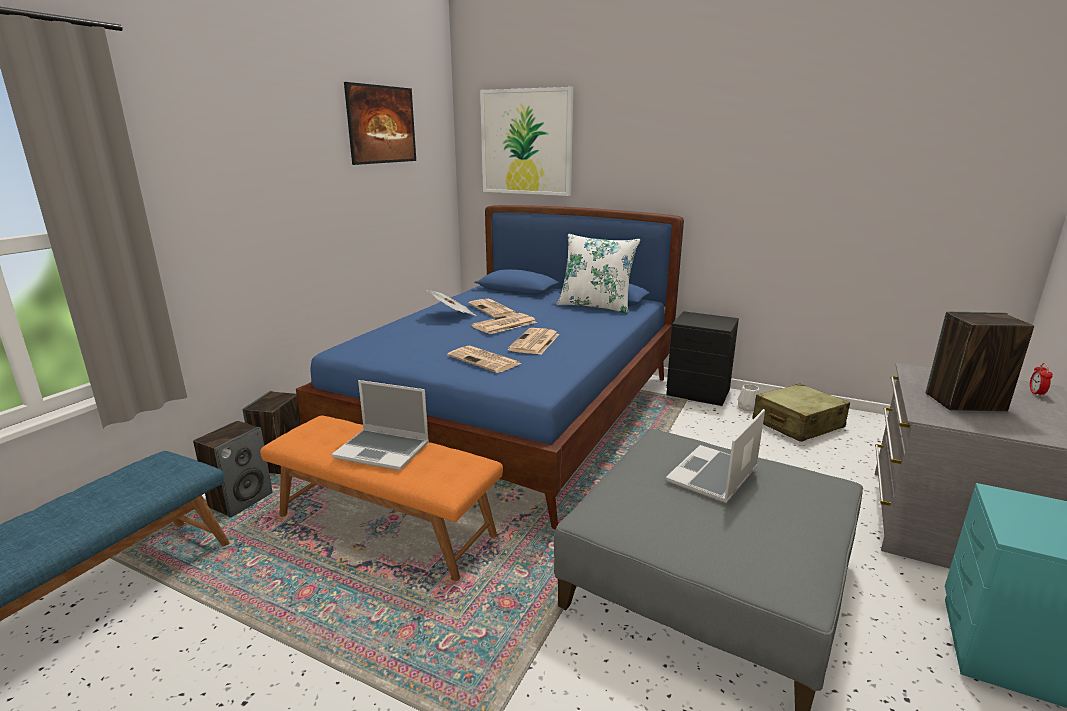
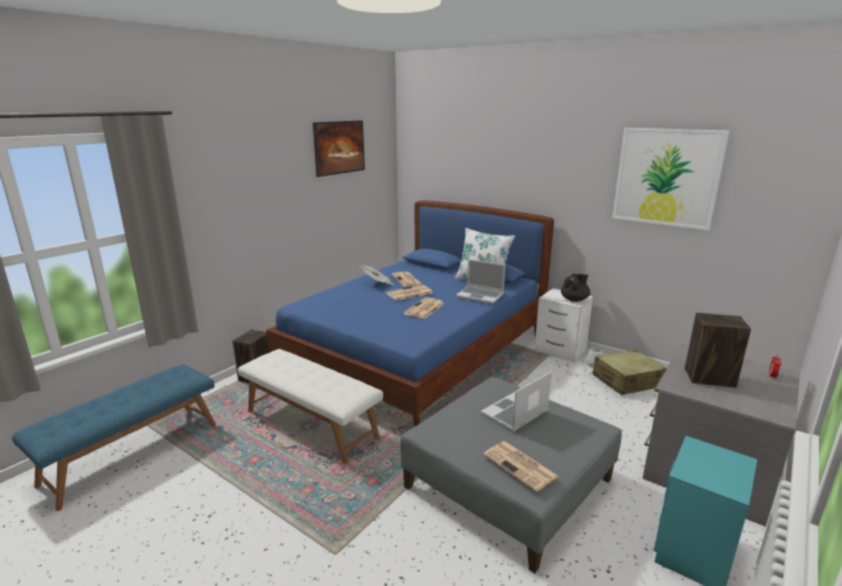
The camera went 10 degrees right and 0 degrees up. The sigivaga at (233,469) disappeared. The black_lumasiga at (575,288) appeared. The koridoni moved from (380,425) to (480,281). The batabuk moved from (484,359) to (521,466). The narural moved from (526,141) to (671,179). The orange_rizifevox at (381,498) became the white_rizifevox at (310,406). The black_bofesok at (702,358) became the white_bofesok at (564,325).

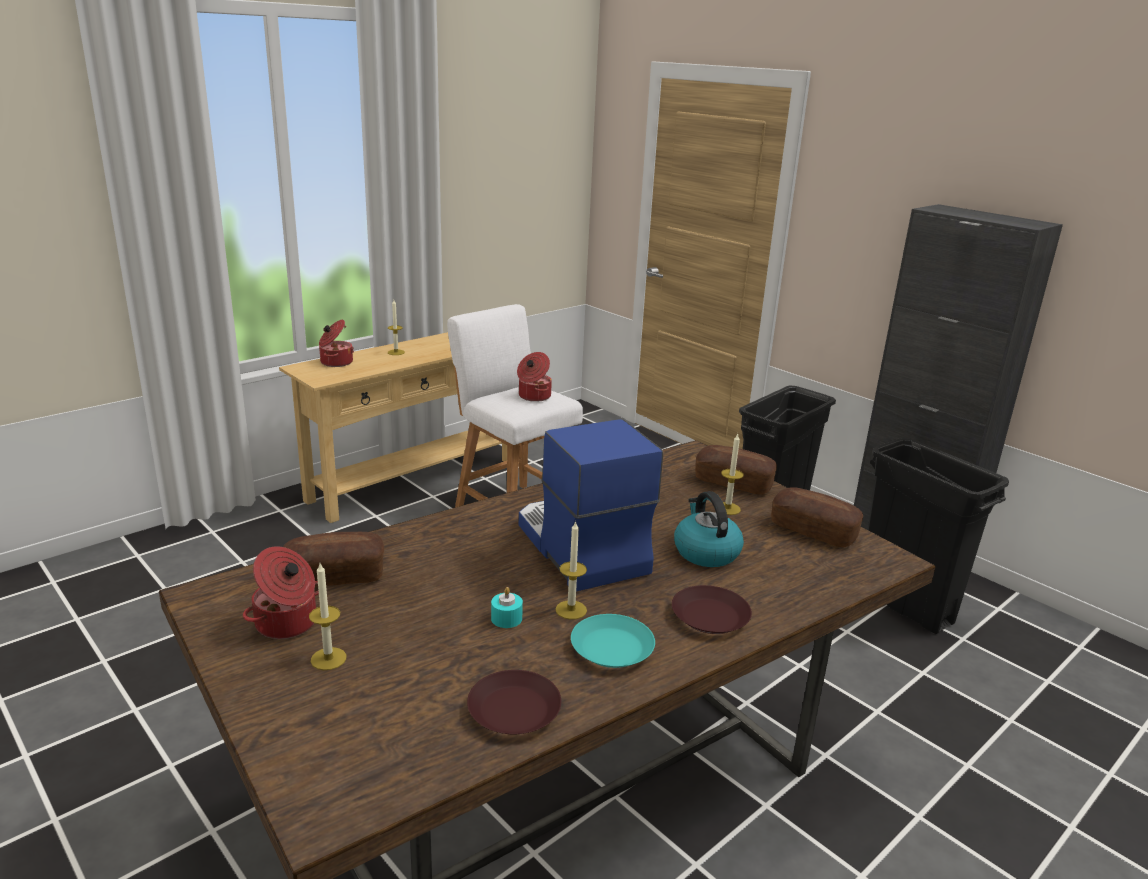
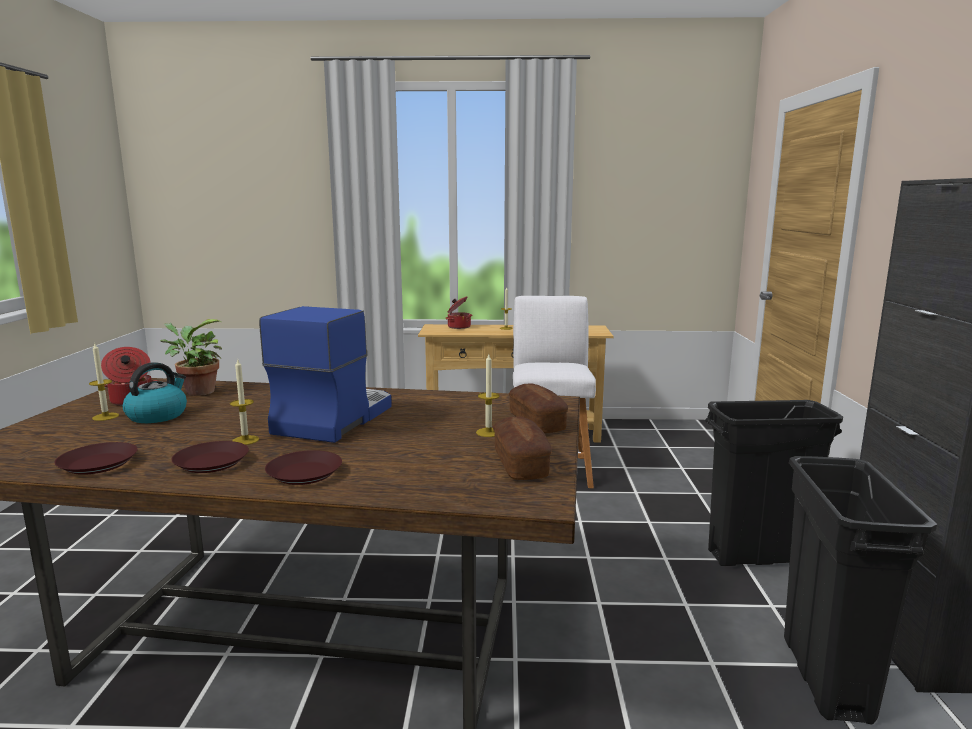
The camera went 45 degrees right and 10 degrees down. The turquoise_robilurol at (507,607) disappeared. The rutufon at (534,377) disappeared. The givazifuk moved from (709,529) to (155,392). The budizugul at (333,559) was replaced by the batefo at (191,357). The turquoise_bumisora at (613,641) became the brown_bumisora at (210,457).

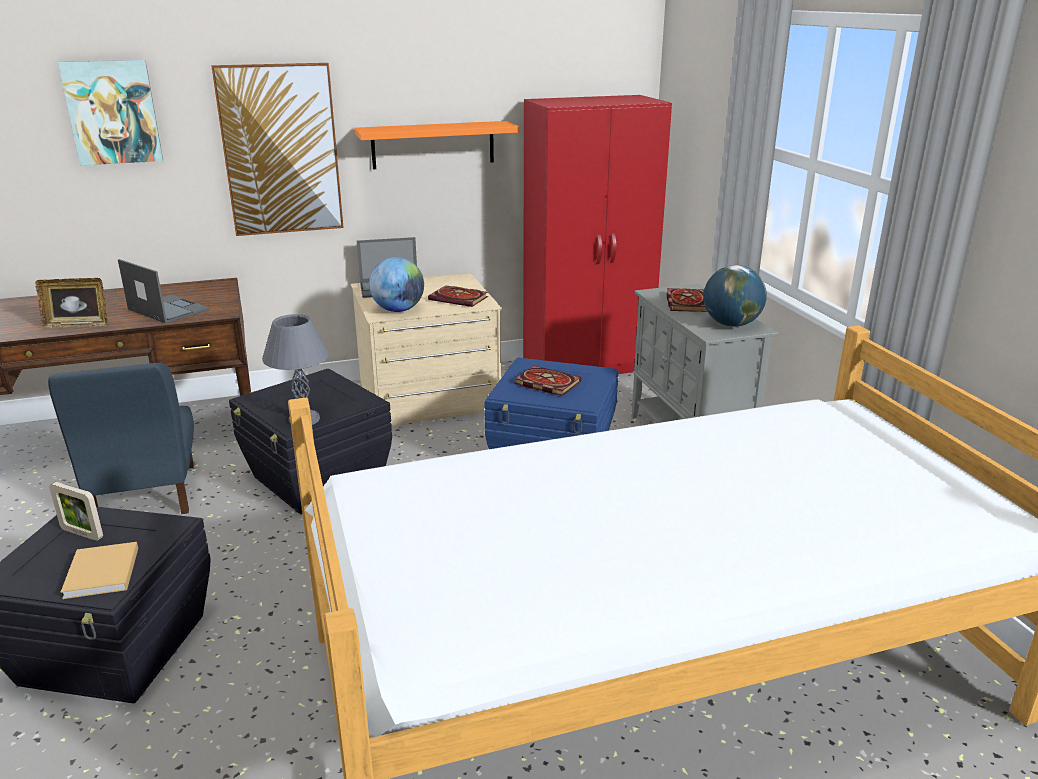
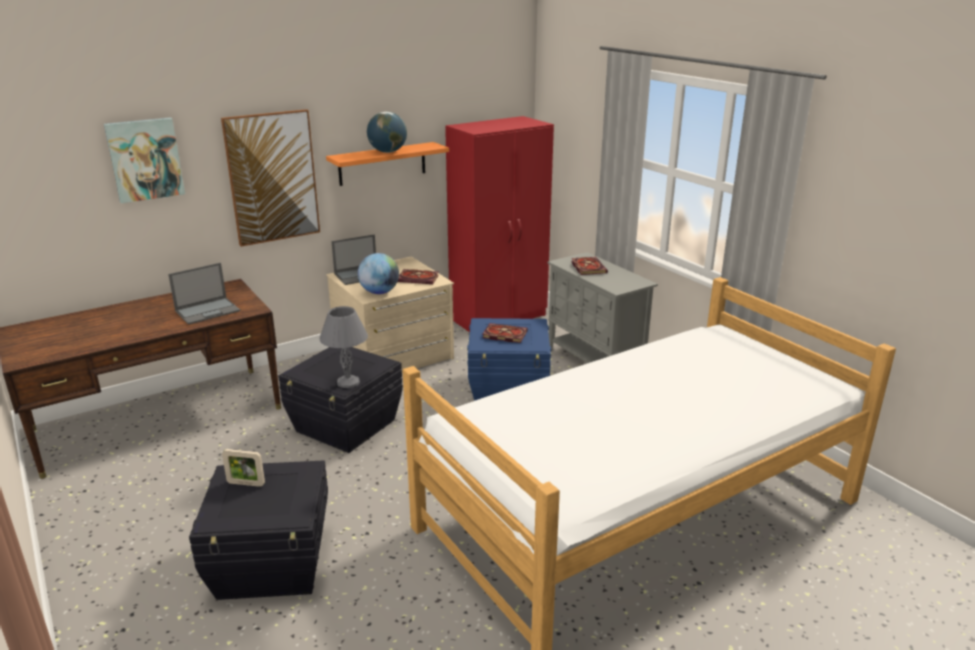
The camera went 15 degrees left and 0 degrees up. The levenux at (72,303) disappeared. The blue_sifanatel at (121,438) disappeared. The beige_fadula at (99,570) disappeared. The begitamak moved from (735,296) to (387,132). The koridoni at (164,291) turned 120 degrees clockwise.

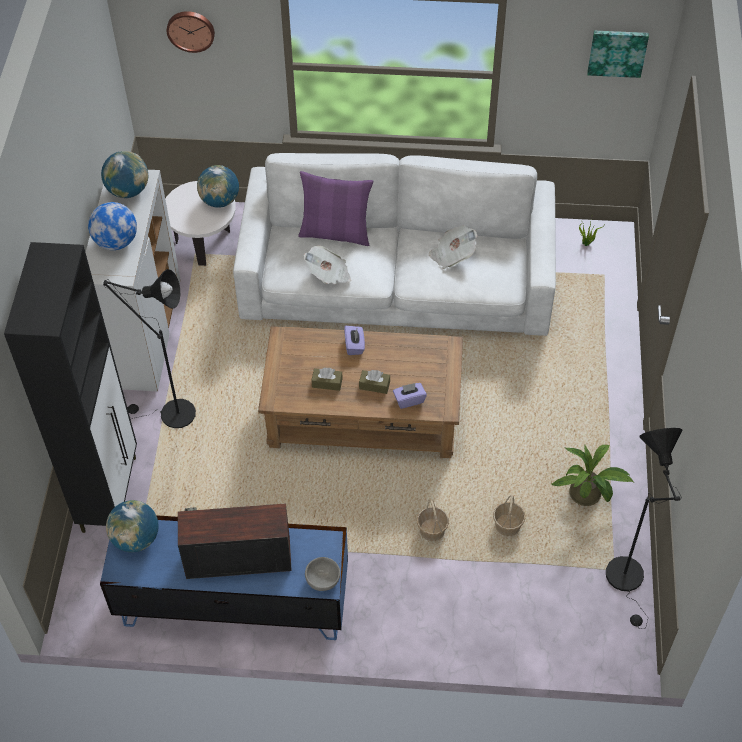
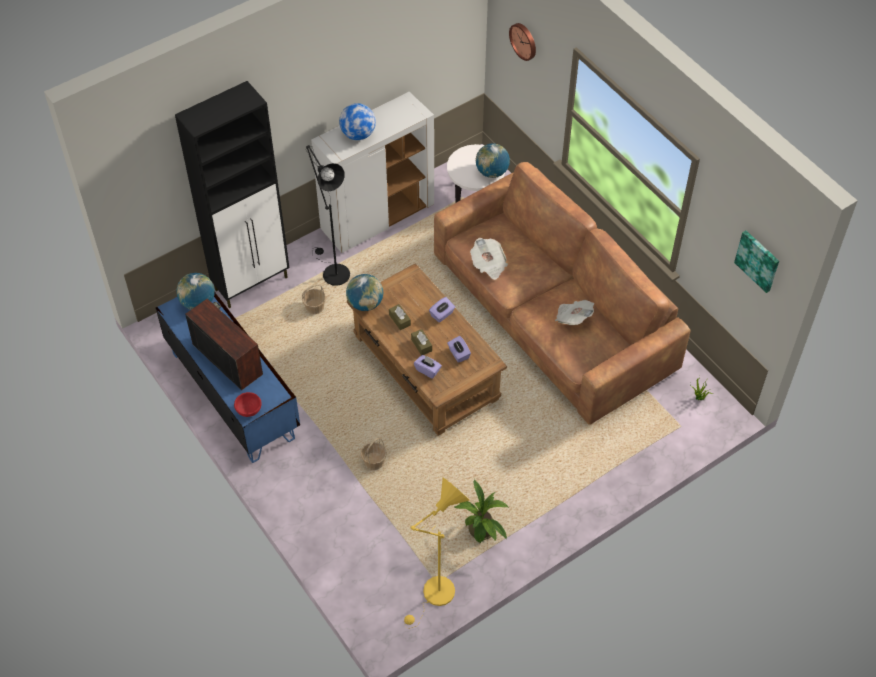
The camera went 50 degrees right and 0 degrees up. The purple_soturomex at (335,208) disappeared. The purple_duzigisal at (459,349) appeared. The begitamak moved from (124,174) to (364,292). The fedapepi moved from (509,515) to (314,299). The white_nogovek at (394,244) became the brown_nogovek at (562,293). The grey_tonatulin at (322,574) became the red_tonatulin at (248,404). The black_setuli at (644,528) became the yellow_setuli at (437,553).

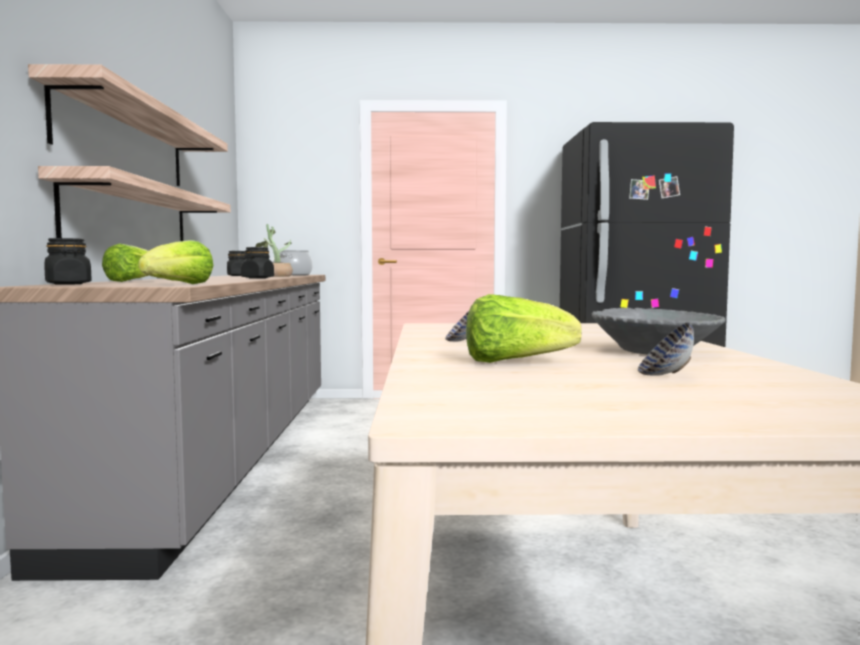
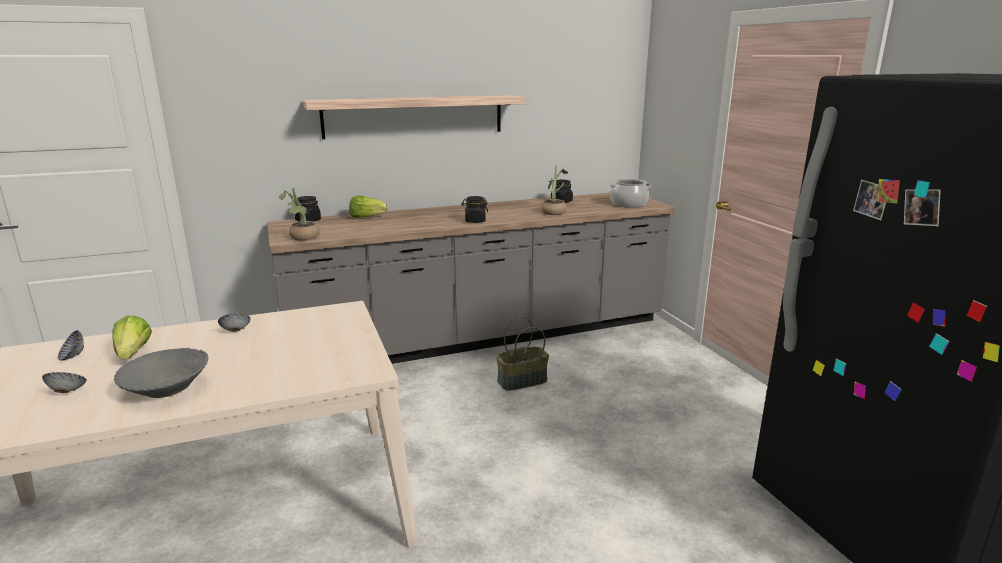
The camera went 70 degrees right and 15 degrees up. The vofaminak at (134,203) disappeared. The tonatulin at (71,345) appeared. The fedapepi at (522,353) appeared. The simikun at (175,262) was replaced by the batefo at (299,214).

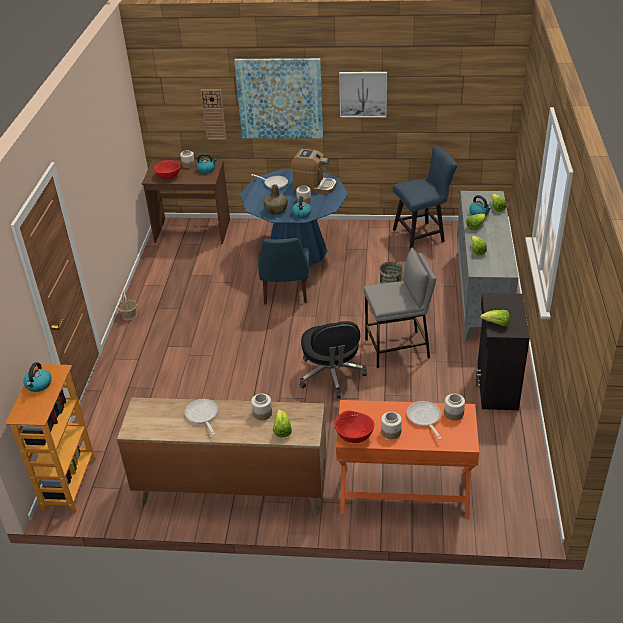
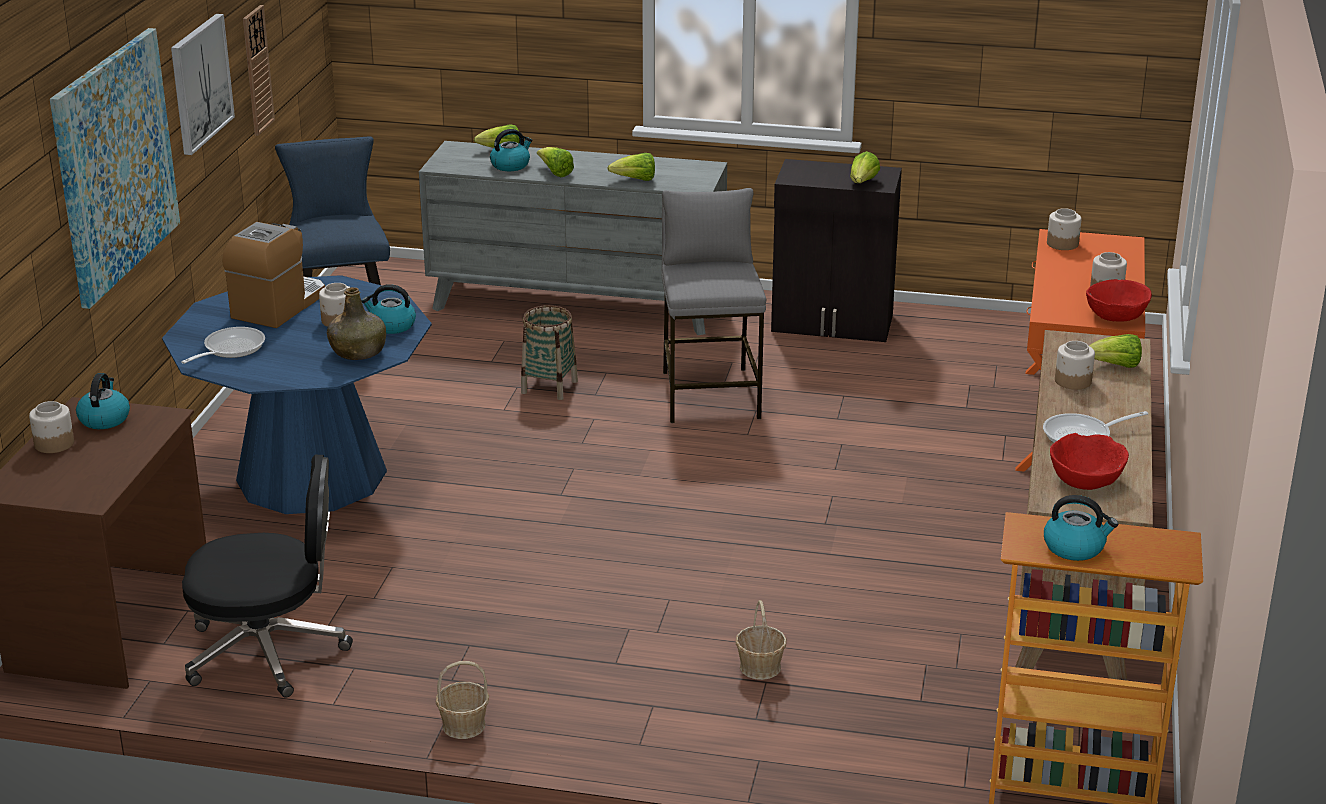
The camera went 85 degrees left and 10 degrees down. The blue_sifanatel at (283,271) disappeared. The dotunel at (424,420) disappeared. The fedapepi at (761,640) appeared. The red_tonatulin moved from (167,169) to (1089,461). The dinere moved from (213,114) to (259,70). The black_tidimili moved from (333,359) to (267,576).

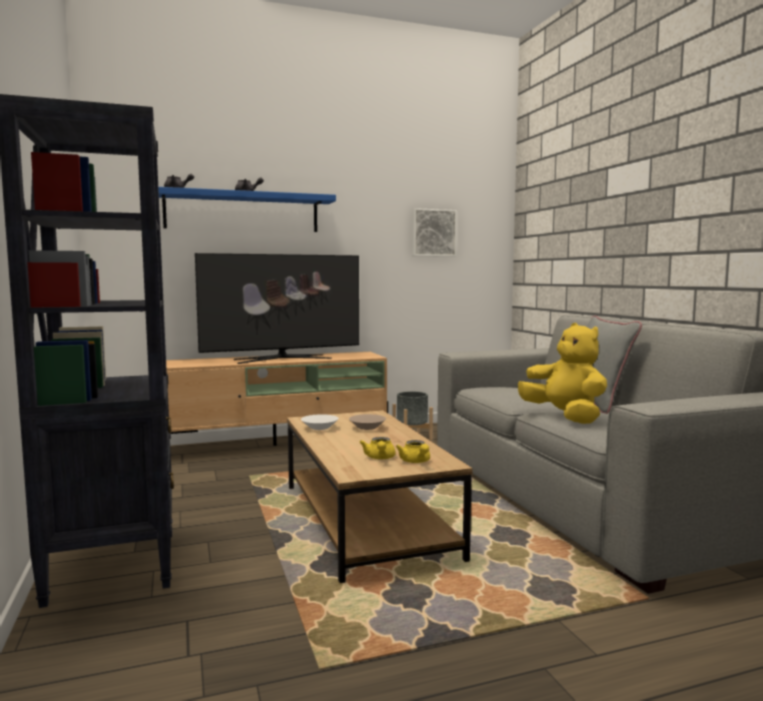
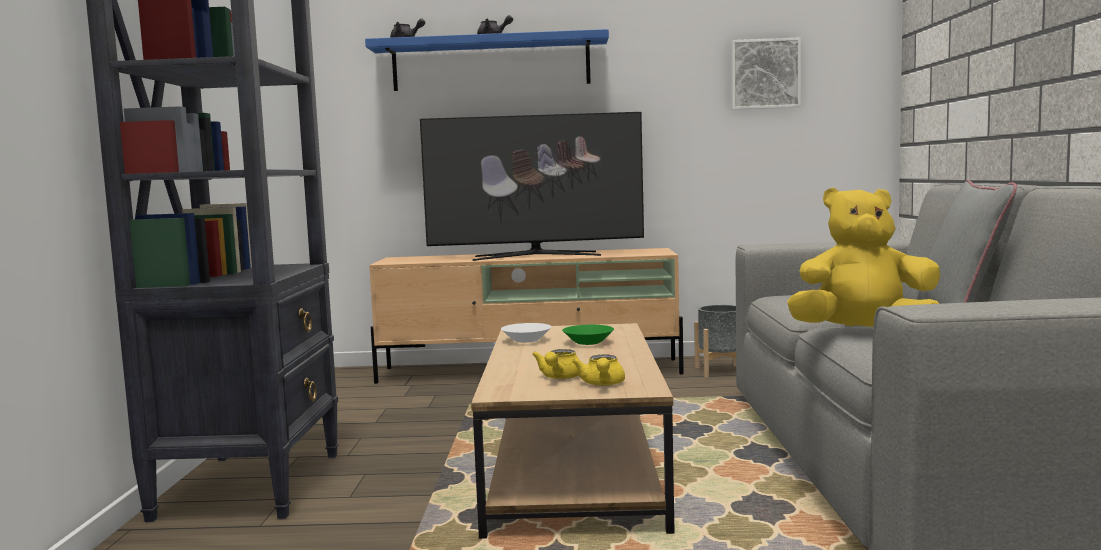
The camera went 20 degrees right and 0 degrees up. The beige_tonatulin at (367,422) became the green_tonatulin at (588,335). The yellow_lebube at (562,373) turned 75 degrees counterclockwise.

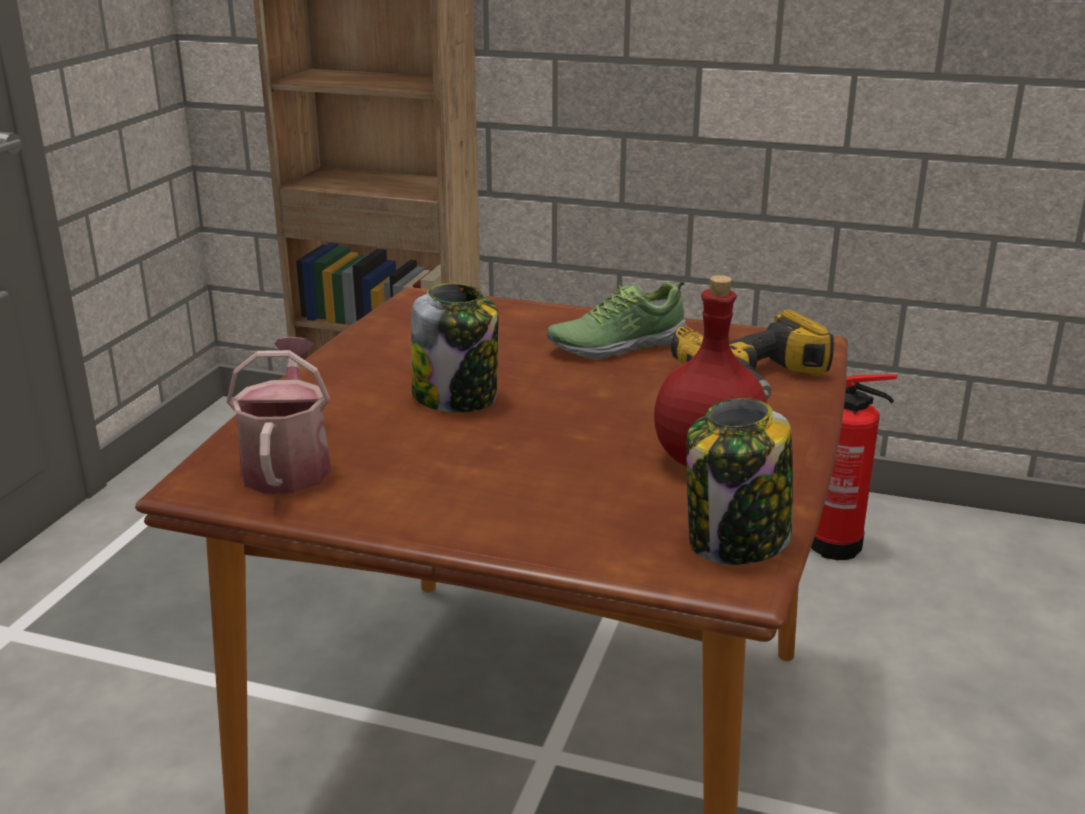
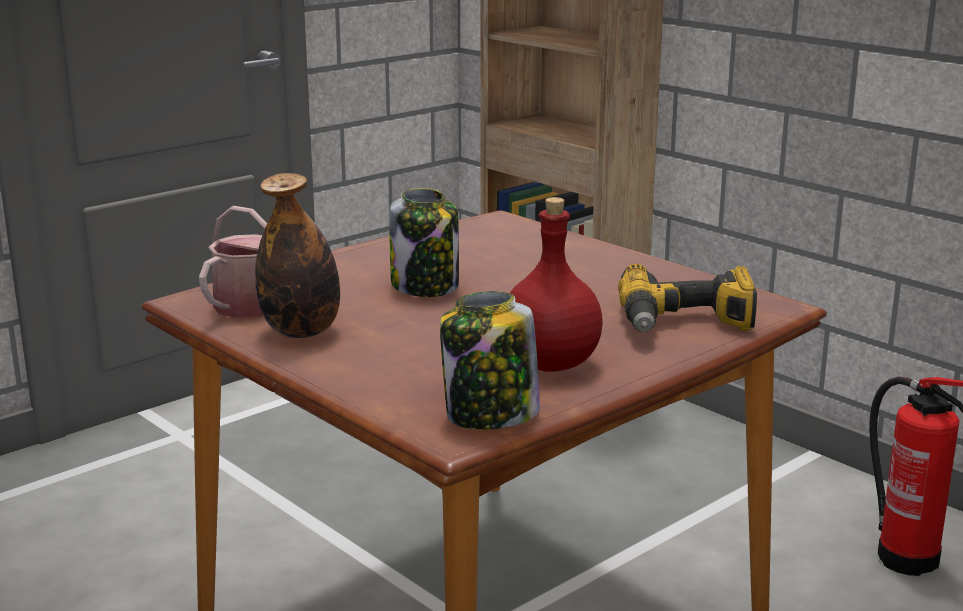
The camera went 30 degrees right and 5 degrees down. The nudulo at (617,320) disappeared. The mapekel at (297,255) appeared.

